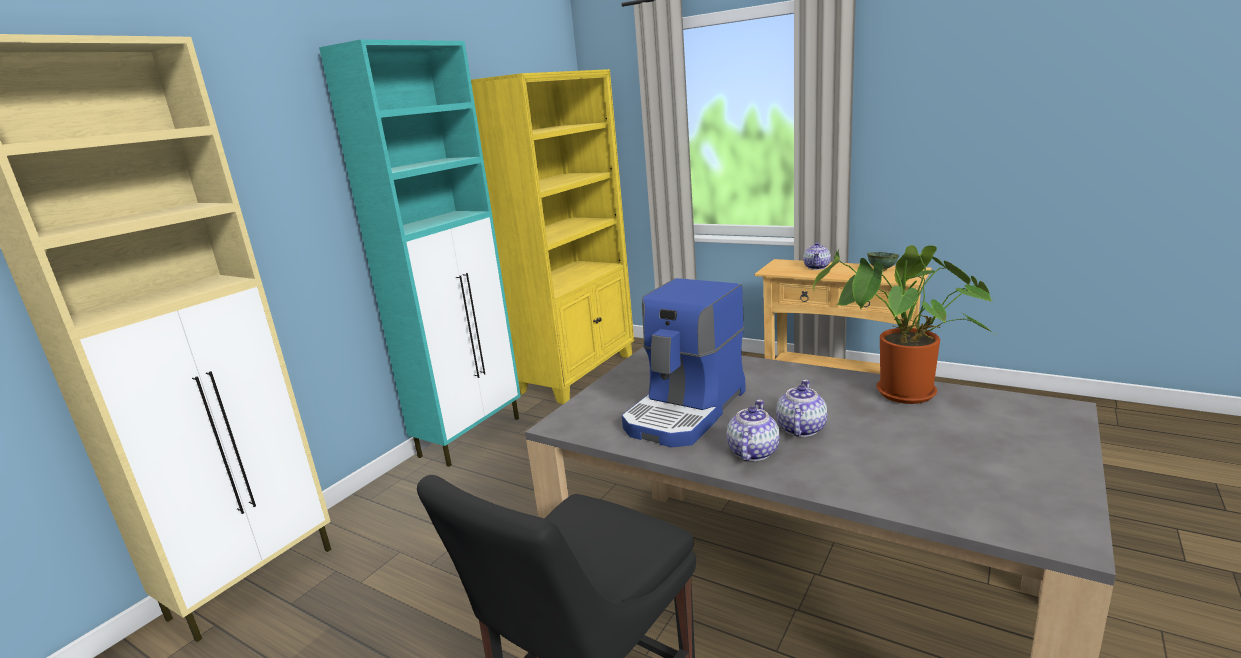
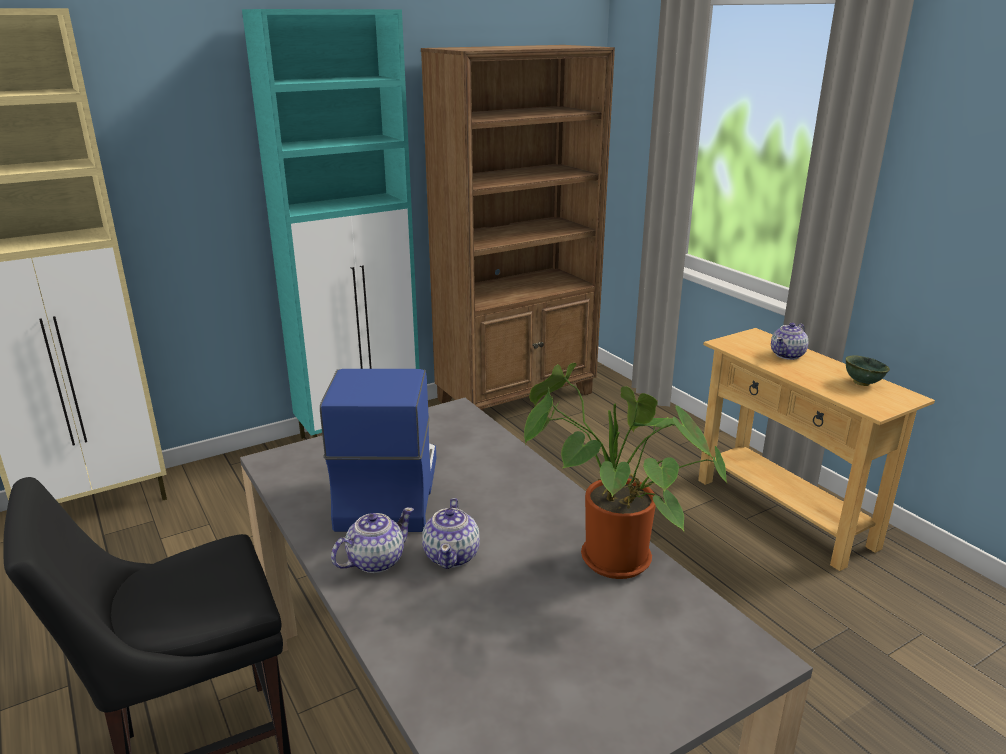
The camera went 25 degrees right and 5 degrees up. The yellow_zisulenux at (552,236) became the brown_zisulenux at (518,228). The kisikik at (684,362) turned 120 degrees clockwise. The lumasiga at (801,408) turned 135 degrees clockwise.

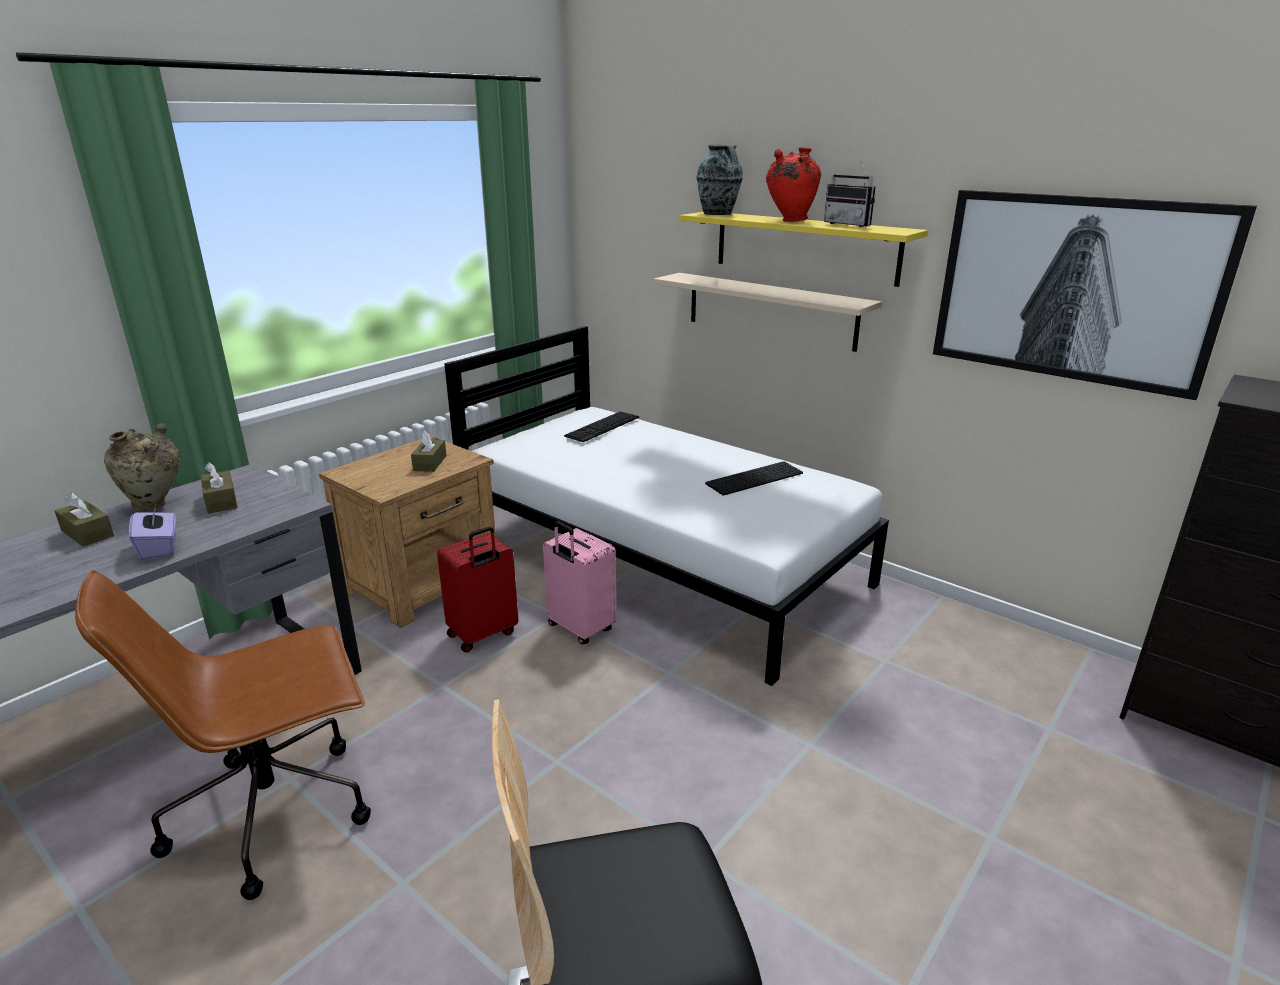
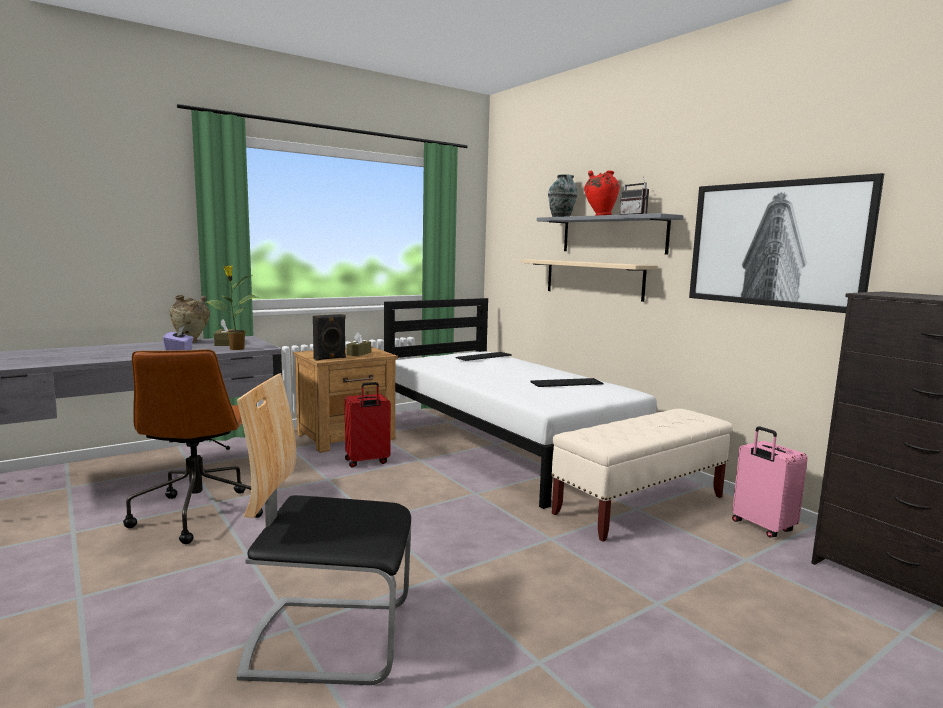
The camera went 15 degrees right and 15 degrees down. The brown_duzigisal at (84,519) disappeared. The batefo at (232,307) appeared. The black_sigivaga at (329,337) appeared. The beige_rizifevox at (642,475) appeared. The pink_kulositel moved from (580,582) to (770,481). The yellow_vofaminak at (804,249) became the grey_vofaminak at (610,233). The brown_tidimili at (223,735) turned 90 degrees counterclockwise.

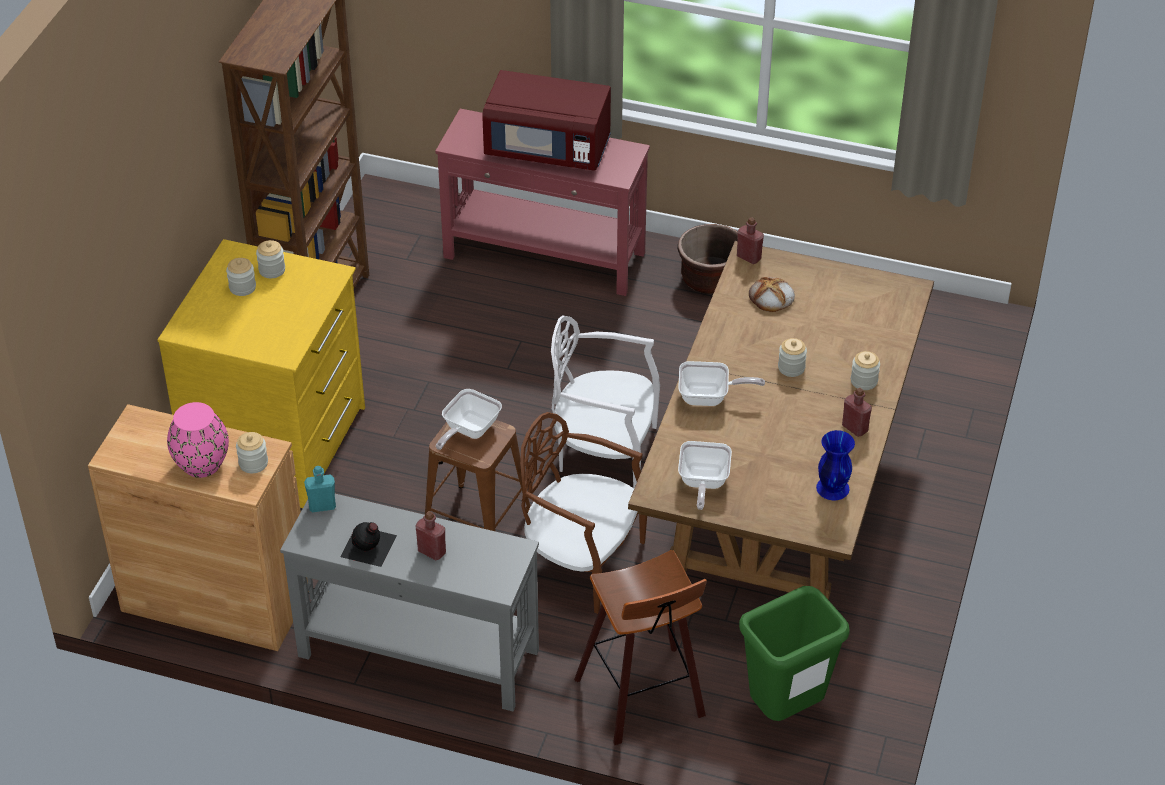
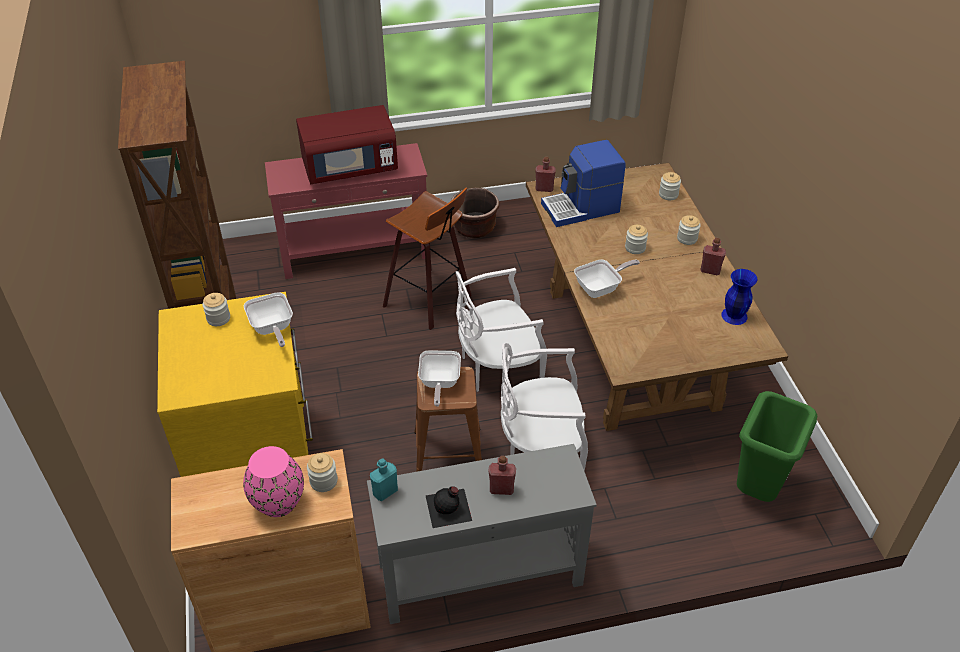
The camera went 30 degrees left and 0 degrees up. The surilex moved from (241,277) to (670,186). The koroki moved from (640,647) to (427,259). The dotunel moved from (705,475) to (268,319). The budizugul at (772,294) was replaced by the kisikik at (583,183). The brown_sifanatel at (583,513) became the white_sifanatel at (544,407).

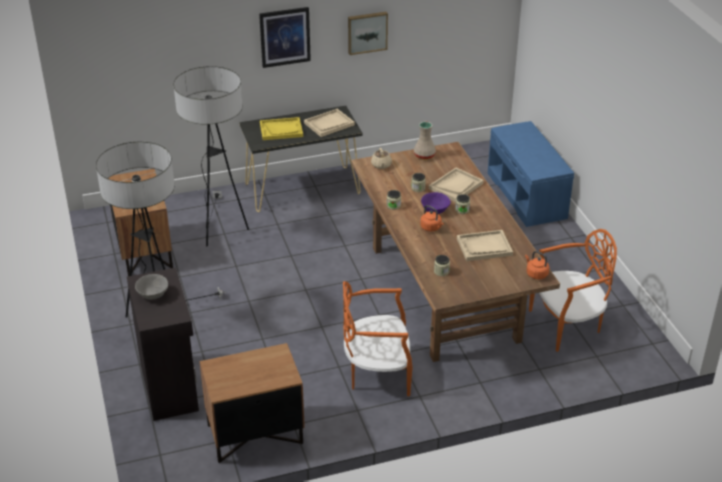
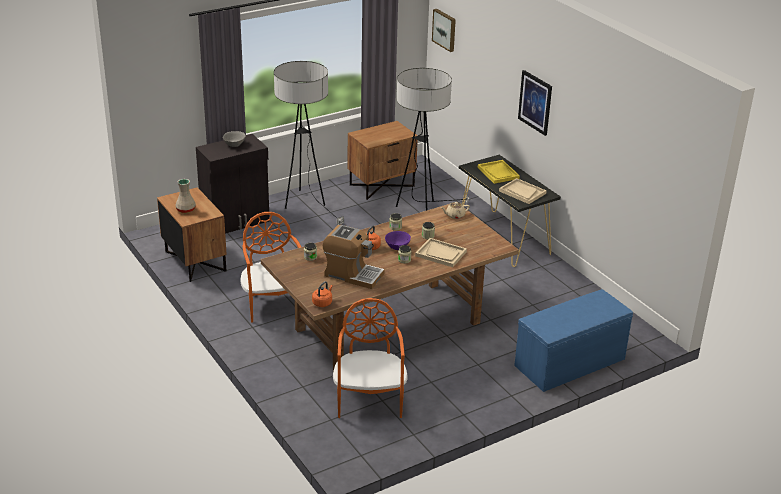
The camera went 75 degrees right and 5 degrees down. The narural moved from (368,33) to (444,30). The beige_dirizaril moved from (425,141) to (185,196). The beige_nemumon at (485,245) was replaced by the kisikik at (354,257). The orange_sifanatel at (573,290) turned 150 degrees counterclockwise.

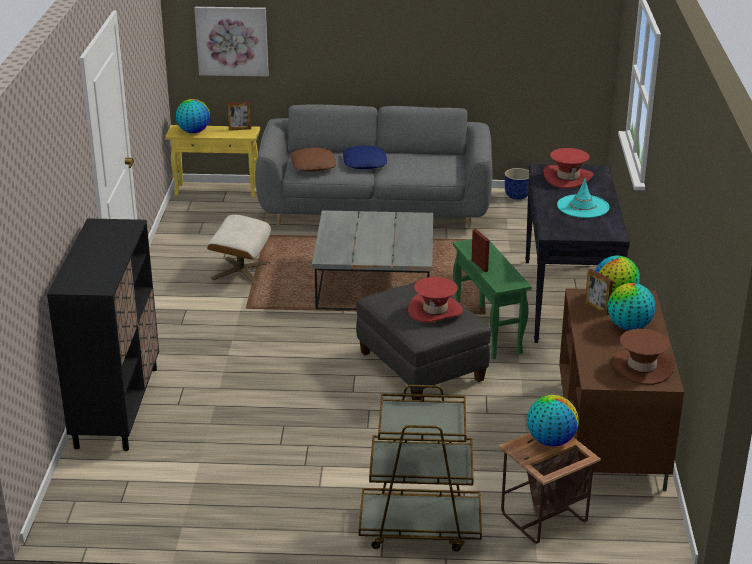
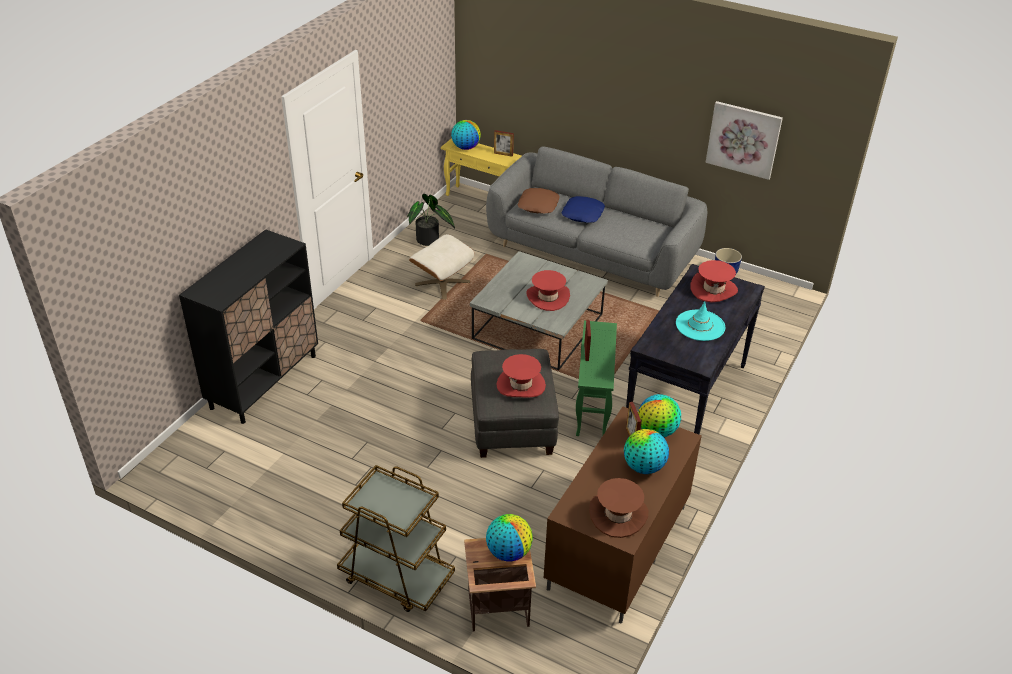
The camera went 25 degrees right and 10 degrees up. The batefo at (431,220) appeared. The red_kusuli at (548,290) appeared. The narural moved from (231,41) to (744,140).

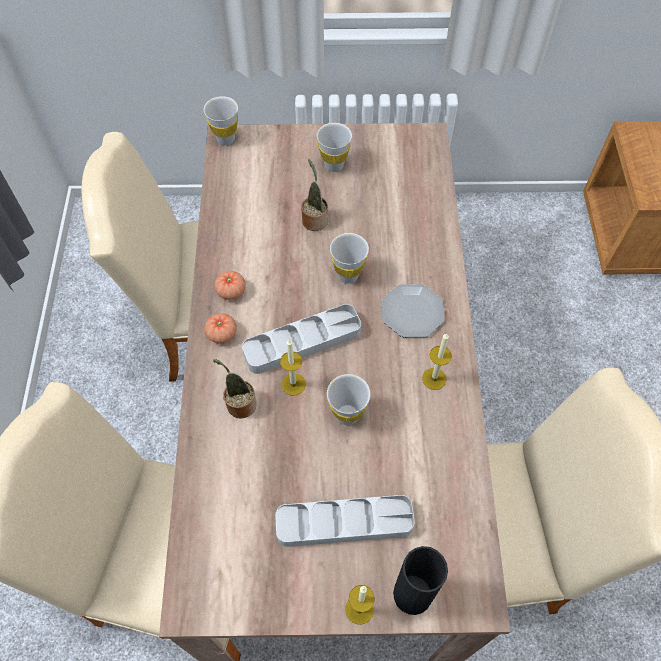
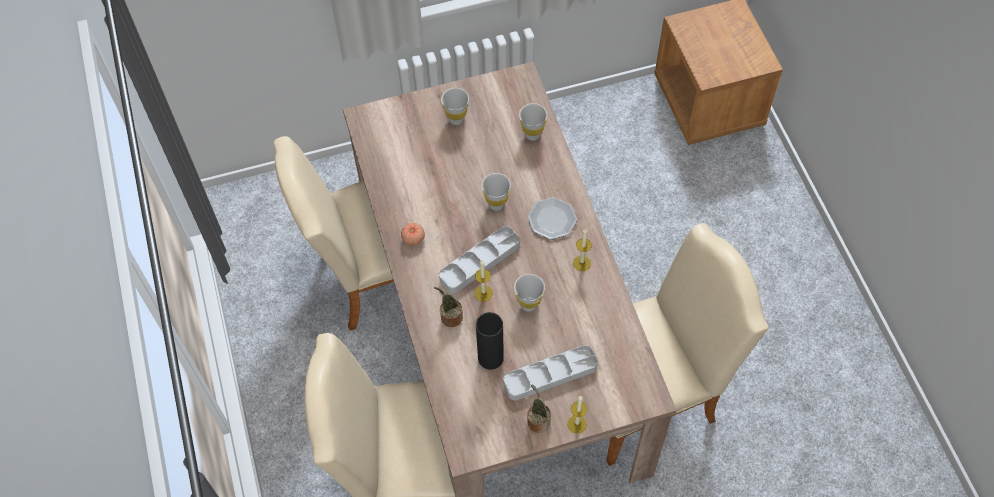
The camera went 15 degrees left and 0 degrees up. The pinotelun at (221,328) disappeared. The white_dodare moved from (221,120) to (533,122). The batefo moved from (314,195) to (539,409). The black_dirizaril moved from (420,580) to (490,341).

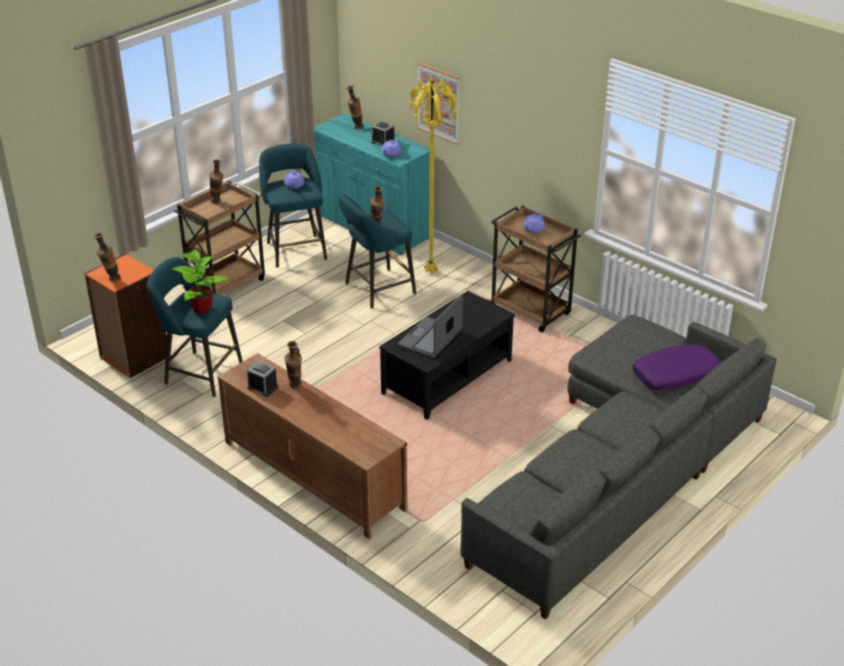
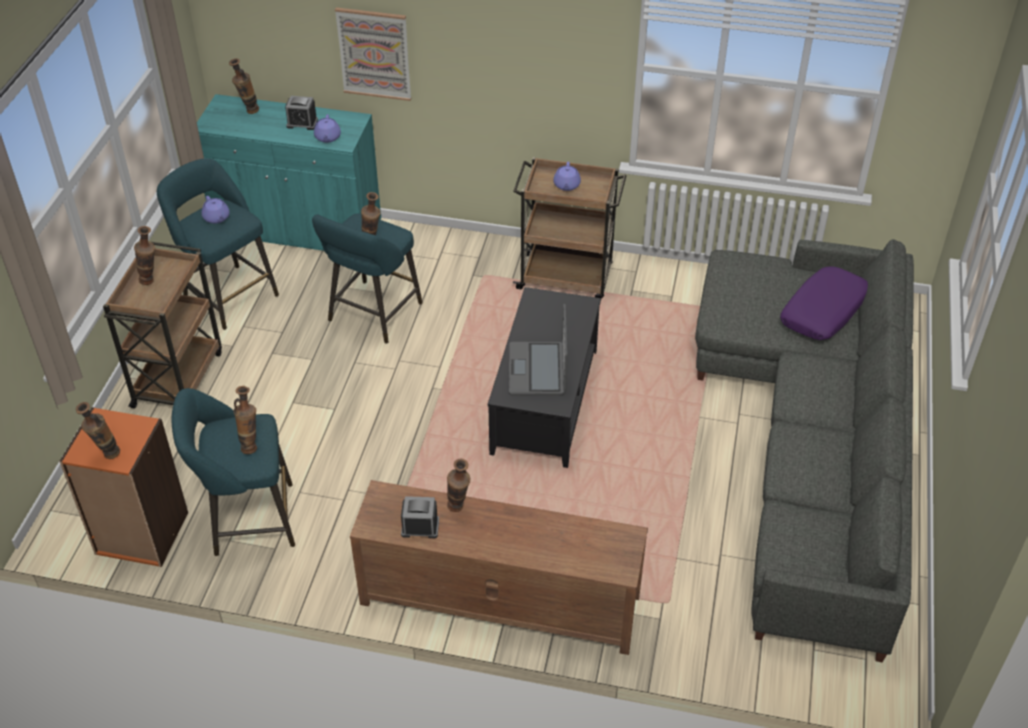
The camera went 30 degrees left and 10 degrees up. The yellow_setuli at (433,175) disappeared. The batefo at (201,281) was replaced by the dirizaril at (245,420).

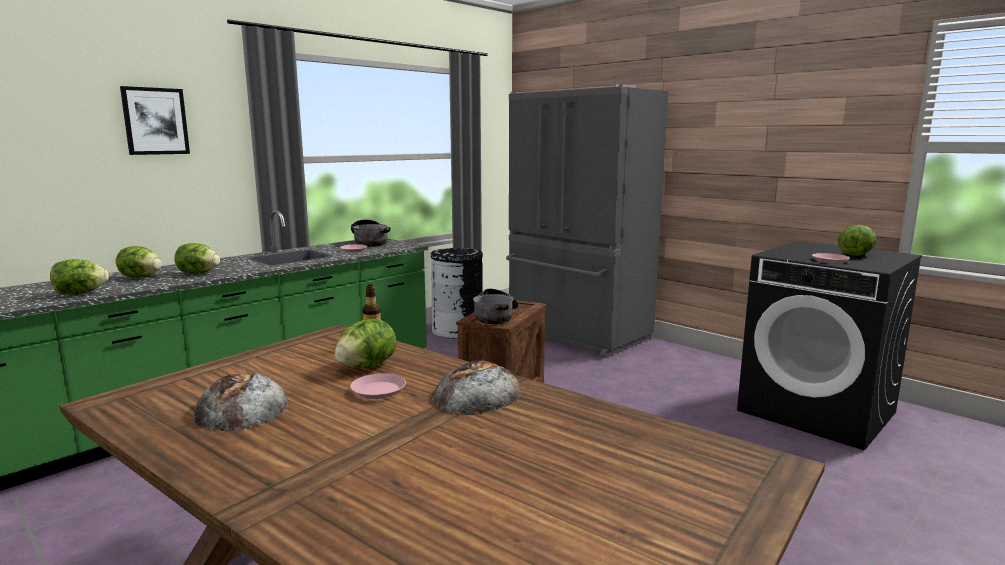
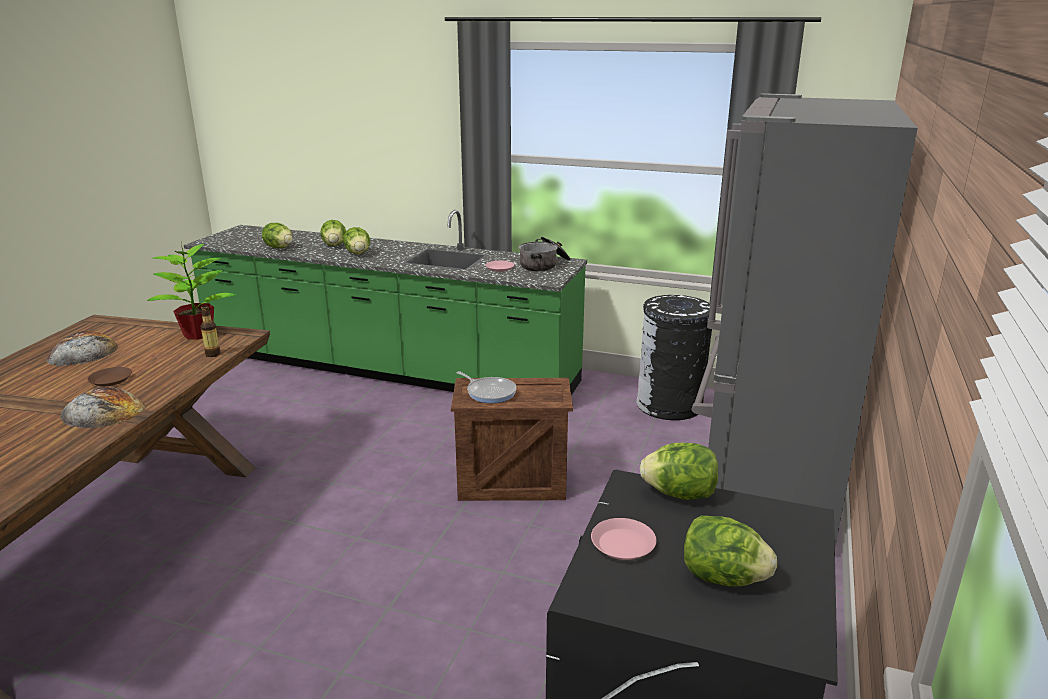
The camera went 65 degrees right and 10 degrees up. The narural at (155,120) disappeared. The batefo at (191,291) appeared. The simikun moved from (365,343) to (679,471). The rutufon at (496,306) was replaced by the dotunel at (486,387). The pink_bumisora at (378,386) became the brown_bumisora at (110,377).

